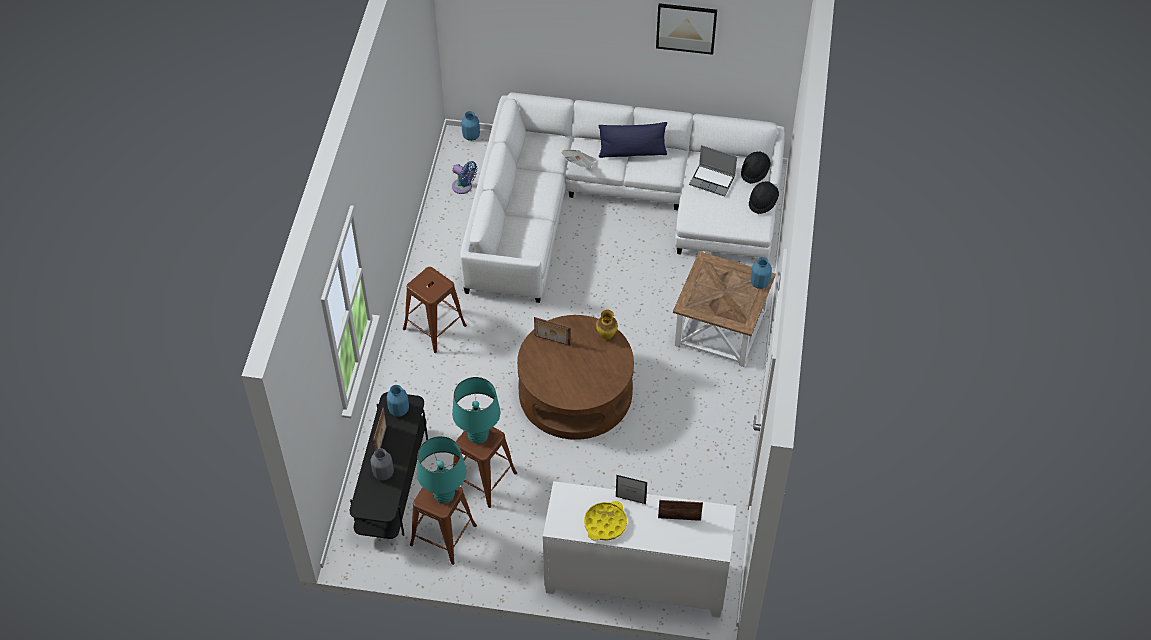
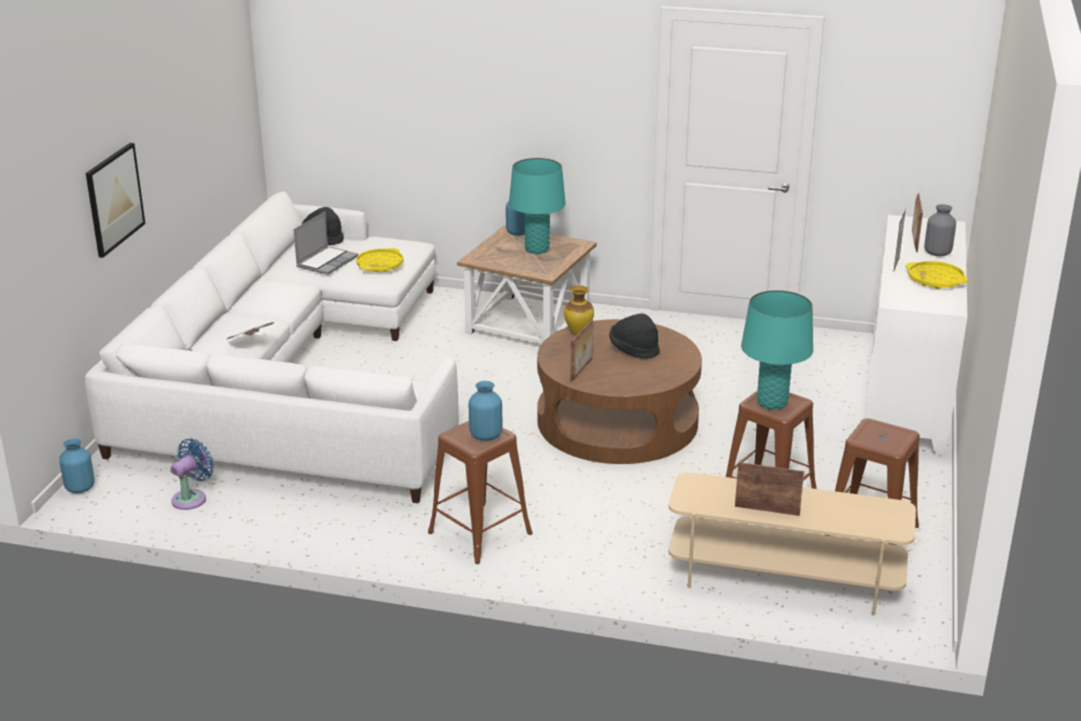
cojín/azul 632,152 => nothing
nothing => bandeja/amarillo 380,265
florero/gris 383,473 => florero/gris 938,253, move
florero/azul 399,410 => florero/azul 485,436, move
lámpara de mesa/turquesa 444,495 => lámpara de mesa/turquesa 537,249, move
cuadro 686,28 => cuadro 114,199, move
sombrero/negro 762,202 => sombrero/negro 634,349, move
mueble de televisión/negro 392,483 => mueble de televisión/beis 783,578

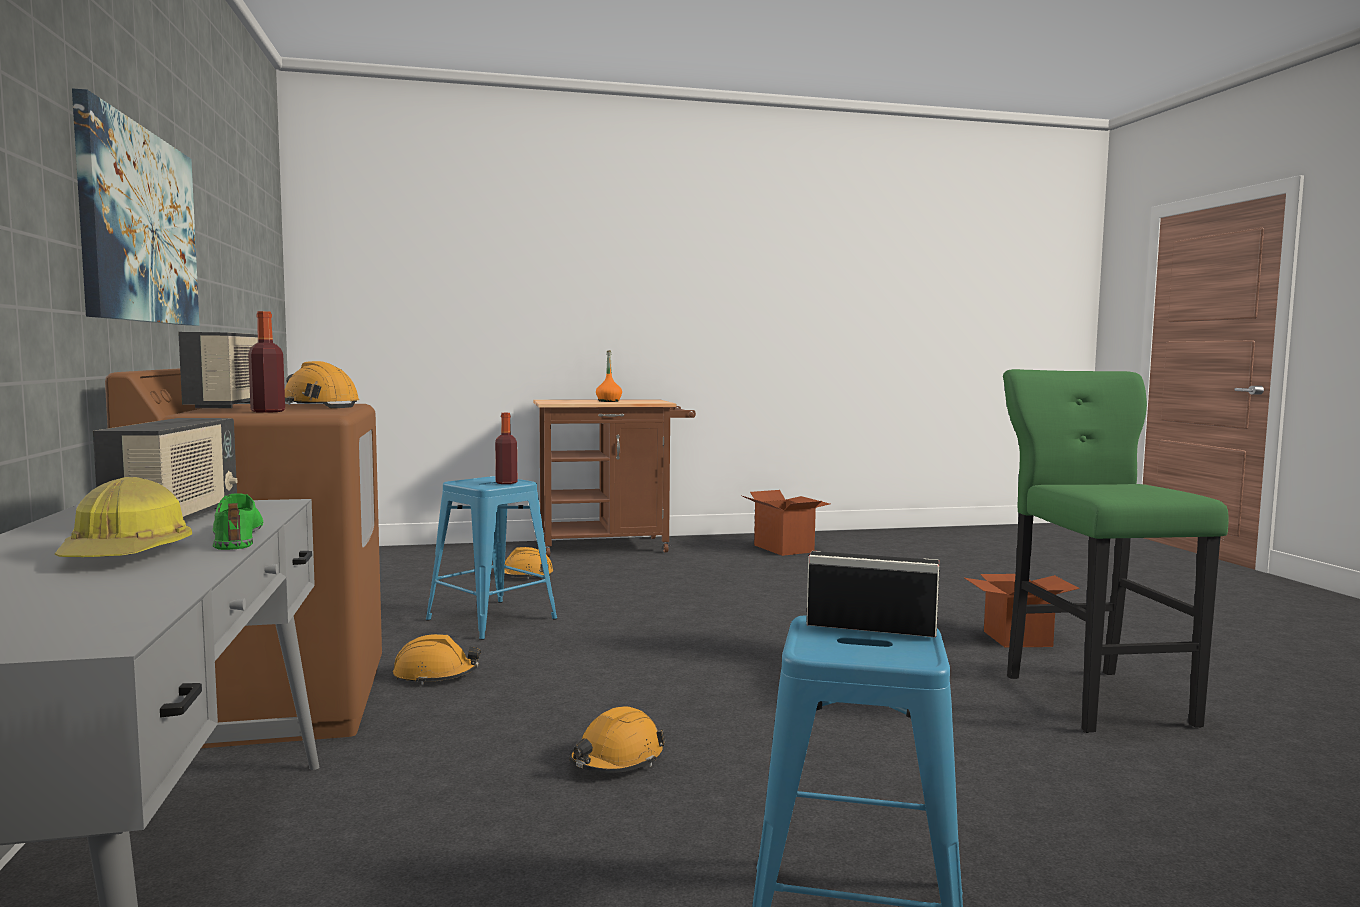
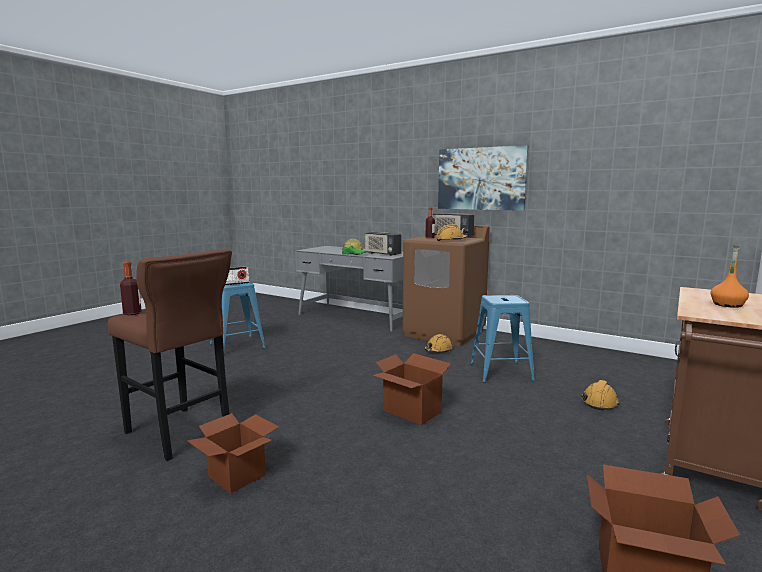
casco/naranja 616,760 => nothing
nothing => caja de cartón 411,412
botella 506,483 => botella 132,313, move
taburete/verde 1093,696 => taburete/marrón 180,434

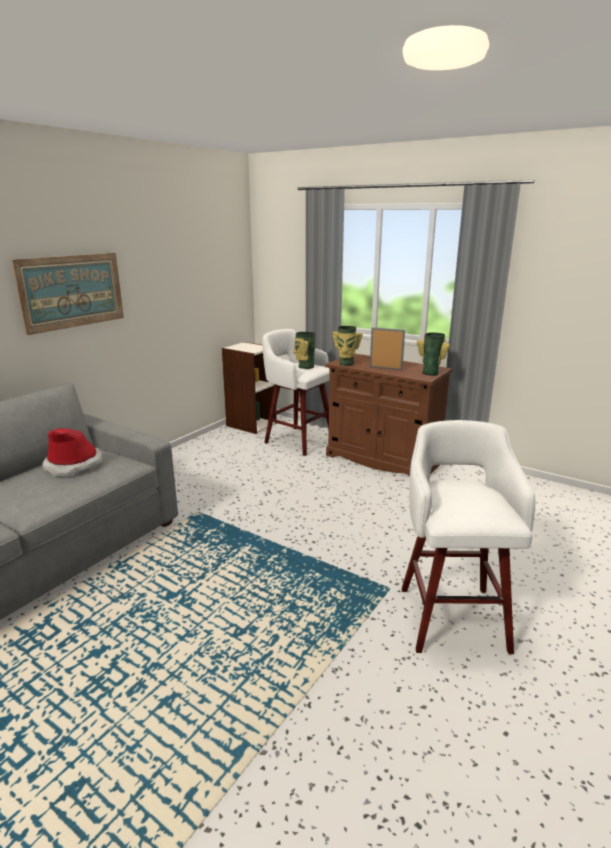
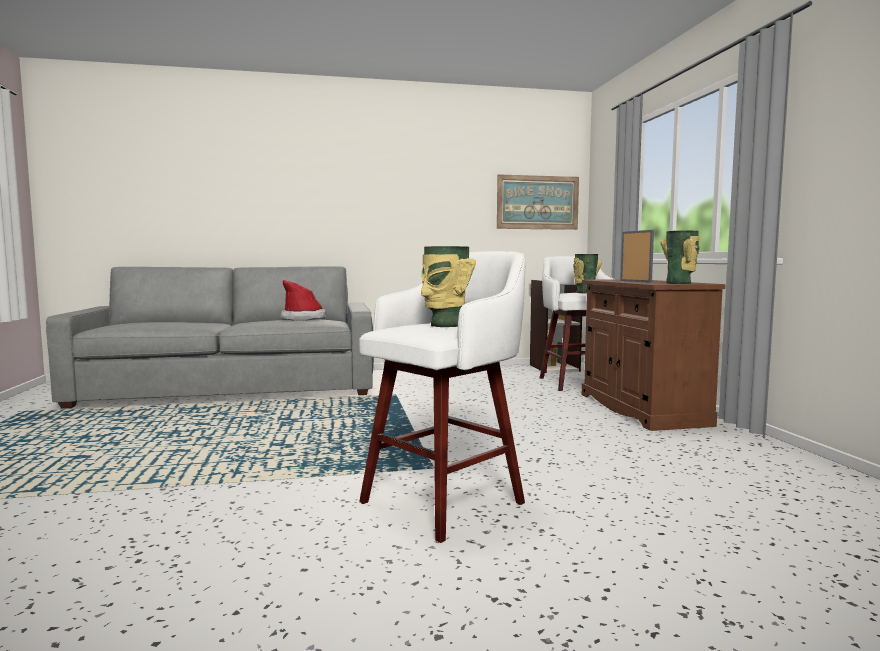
cuadro 72,291 => cuadro 537,202, move
florero 345,364 => florero 445,325, move

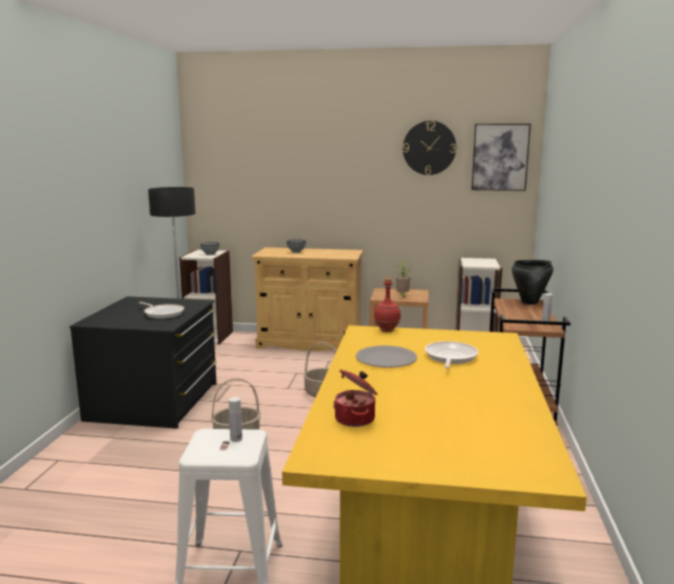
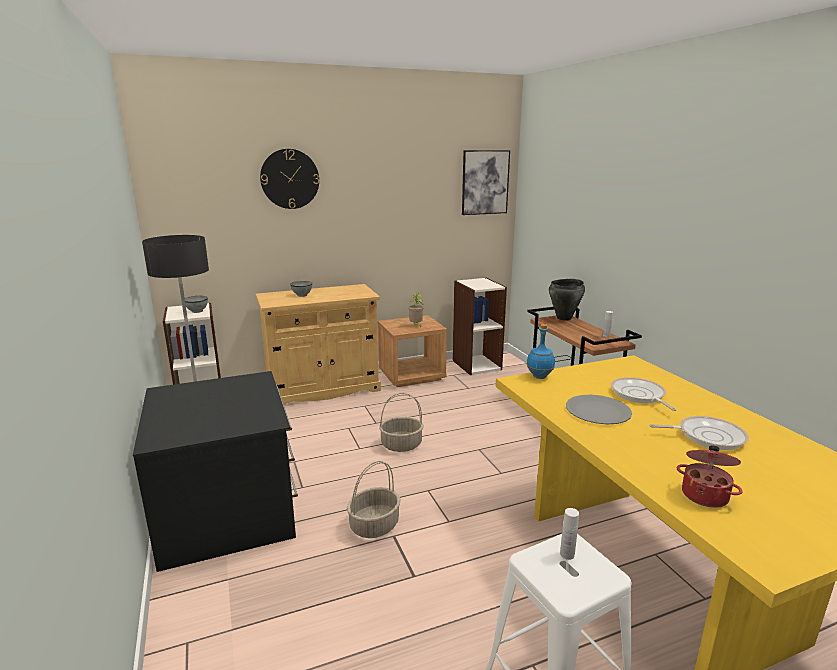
sartén 163,313 => sartén 707,436, move
reloj de pared 429,148 => reloj de pared 290,179, move
botella/rojo 387,330 => botella/azul 540,377

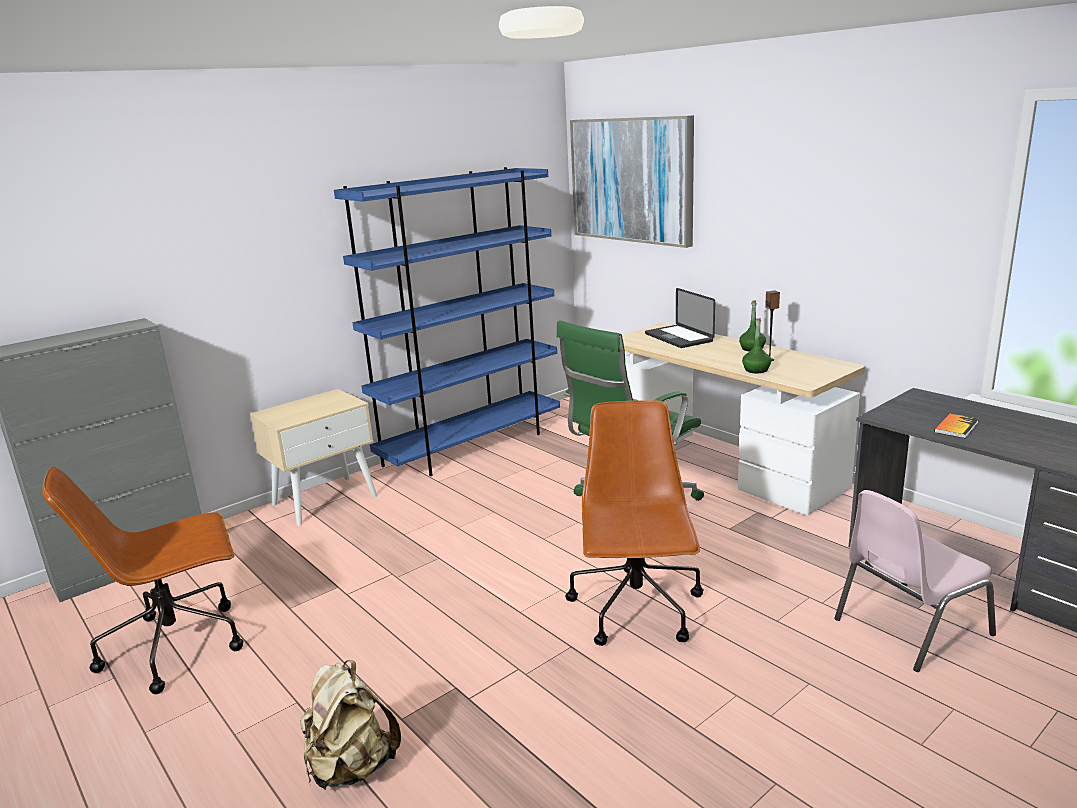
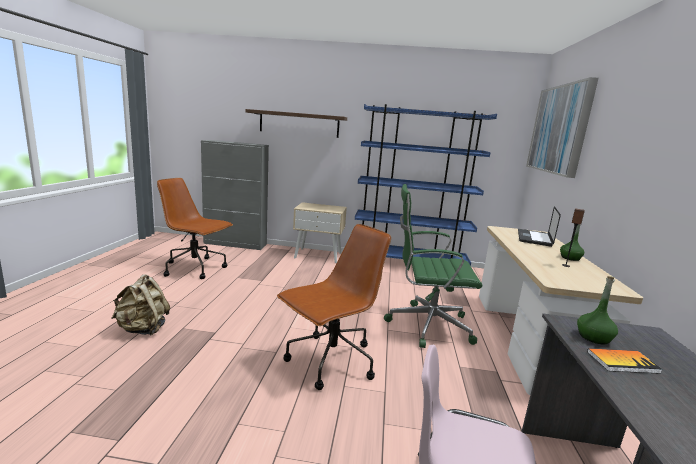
nothing => estante 299,124
botella/verde 756,370 => botella/verde 593,337, move

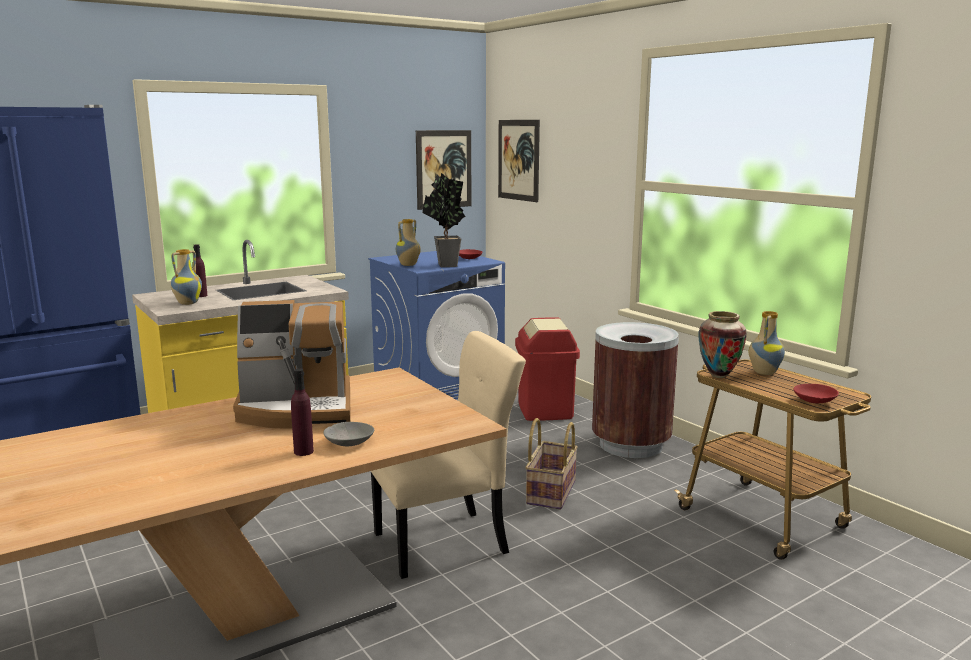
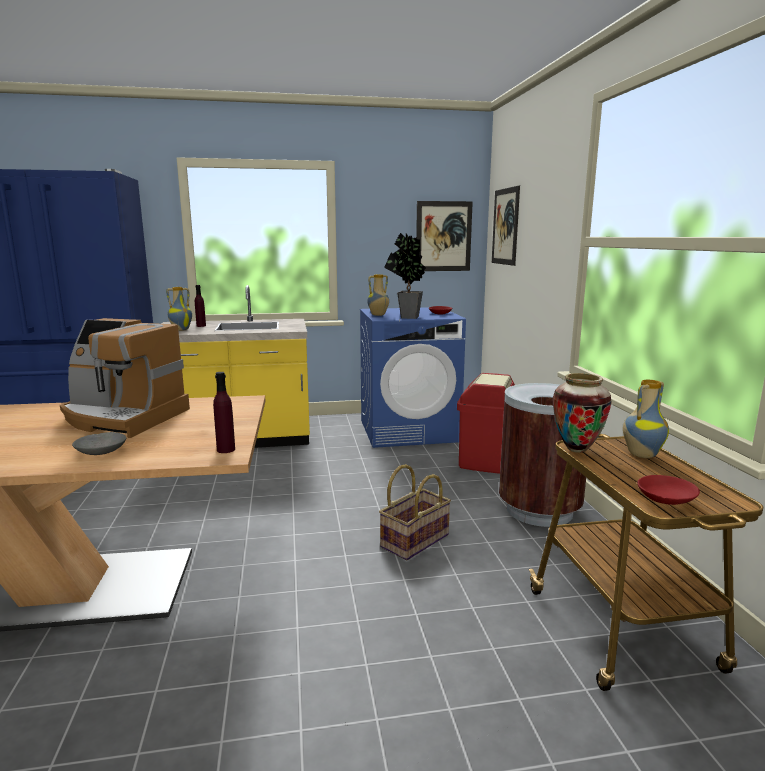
silla/beis 446,542 => nothing
botella/morado 303,451 => botella/morado 226,449, move

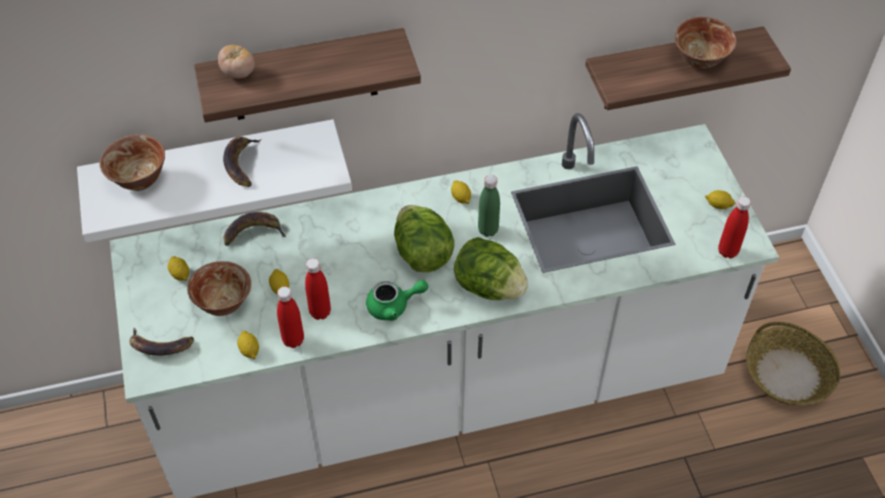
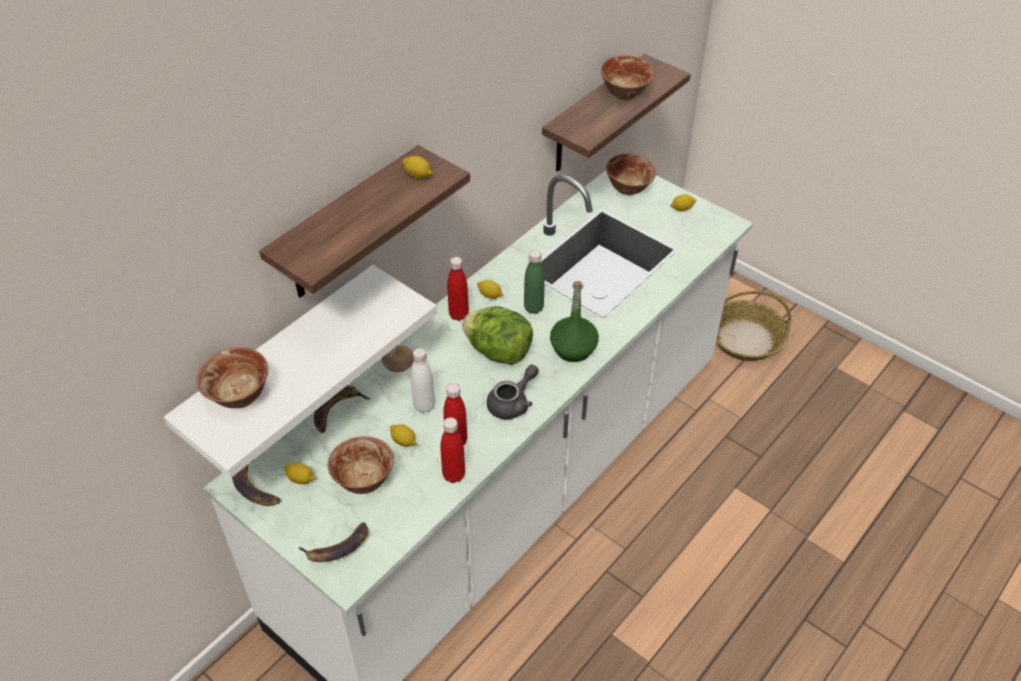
nothing => botella/blanco 424,406
nothing => cuenco 628,188
tomate 238,73 => tomate 398,367, move
plátano 242,164 => plátano 254,487, move
limón 249,350 => limón 417,175, move
botella/rojo 727,251 => botella/rojo 458,315, move
lechuga 488,286 => botella/verde 573,349
tetera/verde 394,306 => tetera/gris 513,403

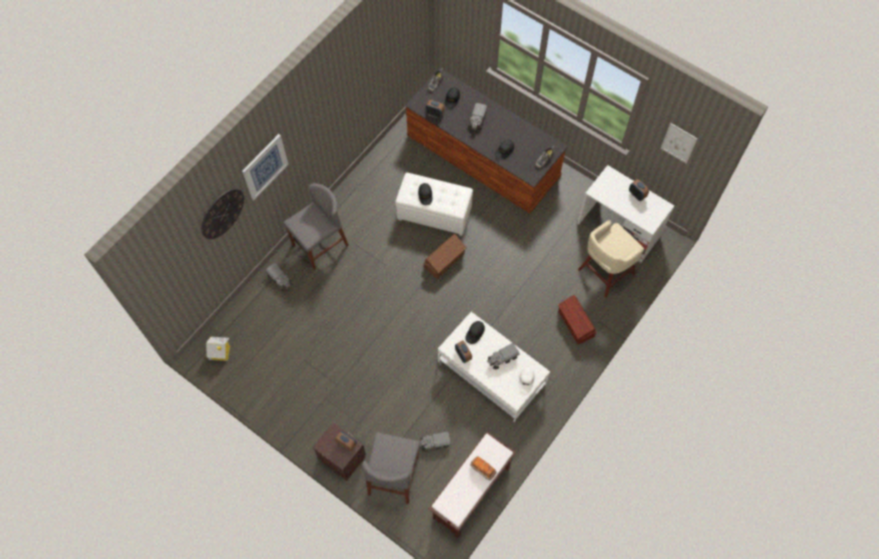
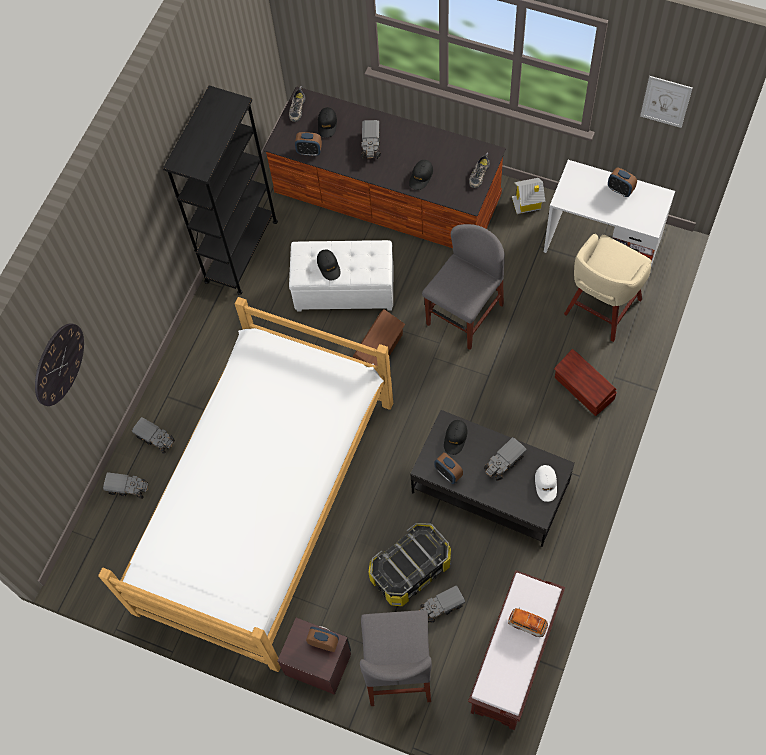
cuadro 265,166 => nothing
nothing => cama 265,505
nothing => camión de juguete 128,488
nothing => estantería/negro 241,251
nothing => caja de almacenaje 411,570
casita 220,353 => casita 528,203, move
silla/gris 320,245 => silla/gris 464,314, move
mesa de centro/blanco 492,373 => mesa de centro/negro 490,488

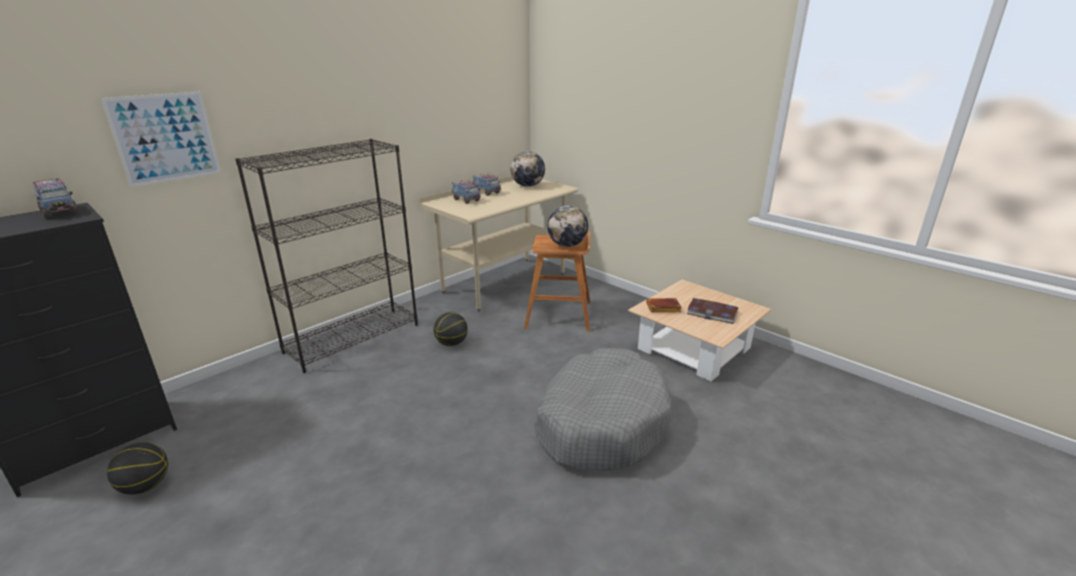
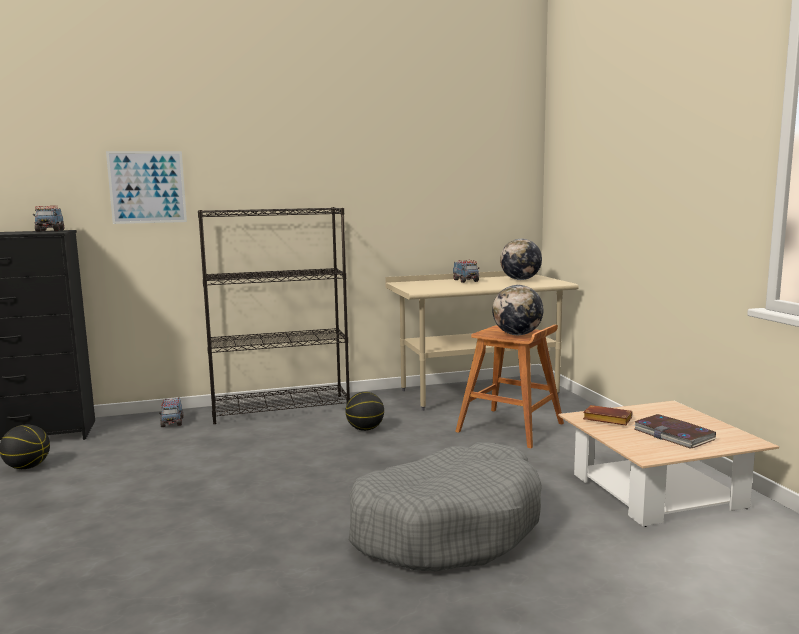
camión de juguete 466,200 => camión de juguete 172,422, move

